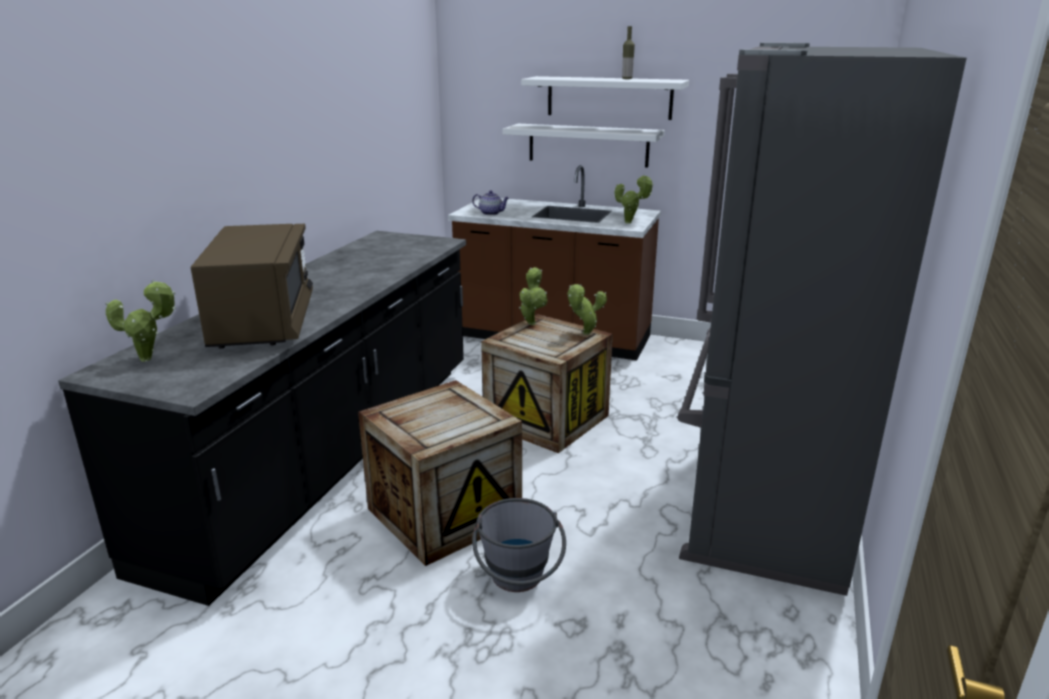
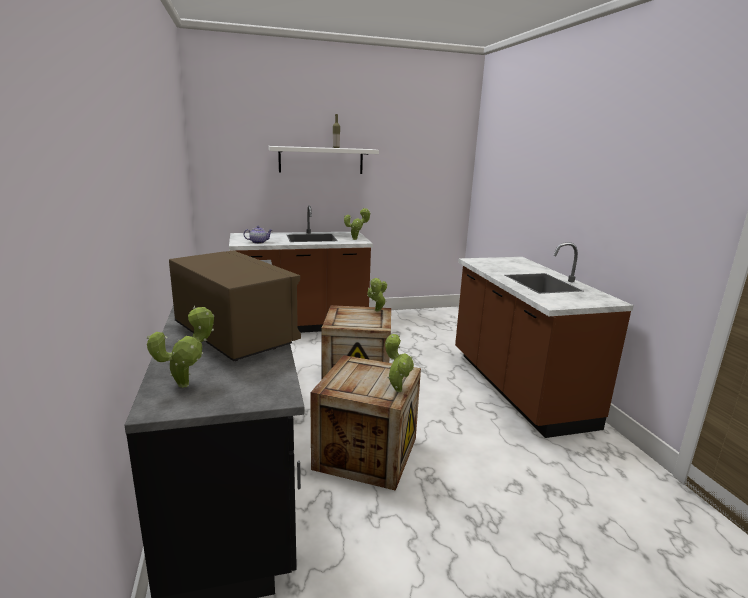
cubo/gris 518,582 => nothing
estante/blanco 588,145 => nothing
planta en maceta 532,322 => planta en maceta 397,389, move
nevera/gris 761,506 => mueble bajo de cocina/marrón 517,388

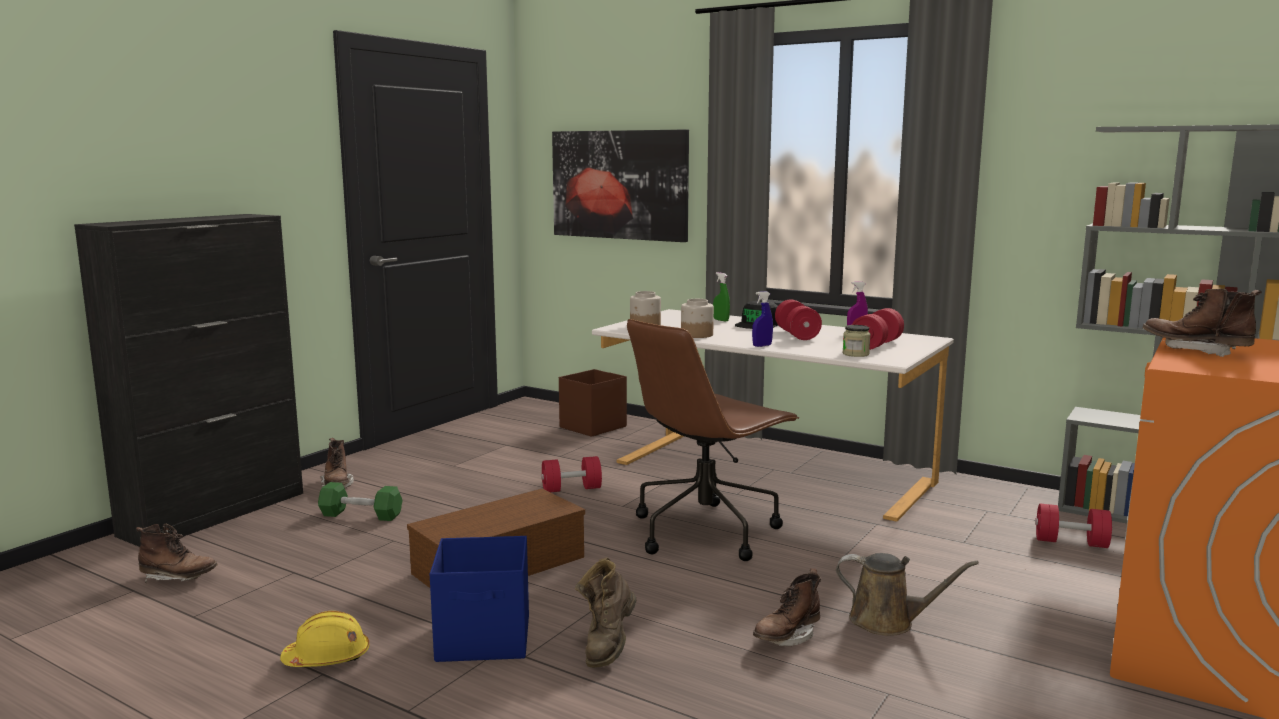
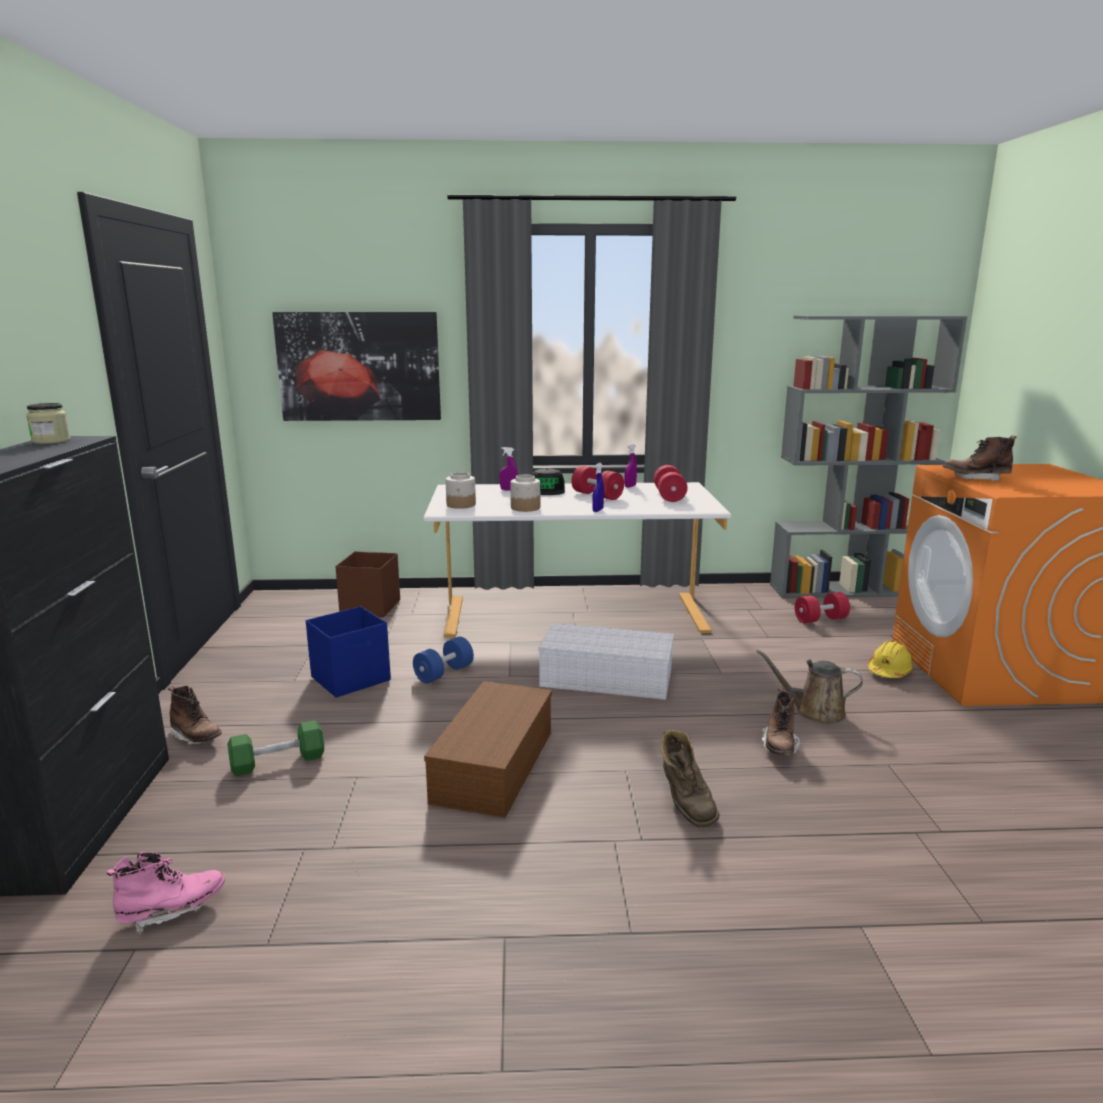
casco/amarillo 327,658 => casco/amarillo 889,671, move
caja de almacenaje/azul 485,639 => caja de almacenaje/azul 352,679, move
tarro 855,354 => tarro 51,441, move
silla de oficina/marrón 706,531 => caja de almacenaje/blanco 604,679
bota/marrón 178,578 => bota/rosa 172,910
mancuerna/rojo 571,489 => mancuerna/azul 444,673
pulverizador/verde 721,320 => pulverizador/morado 508,490
regadera/marrón 888,621 => regadera/marrón 814,711, 150 degrees counterclockwise

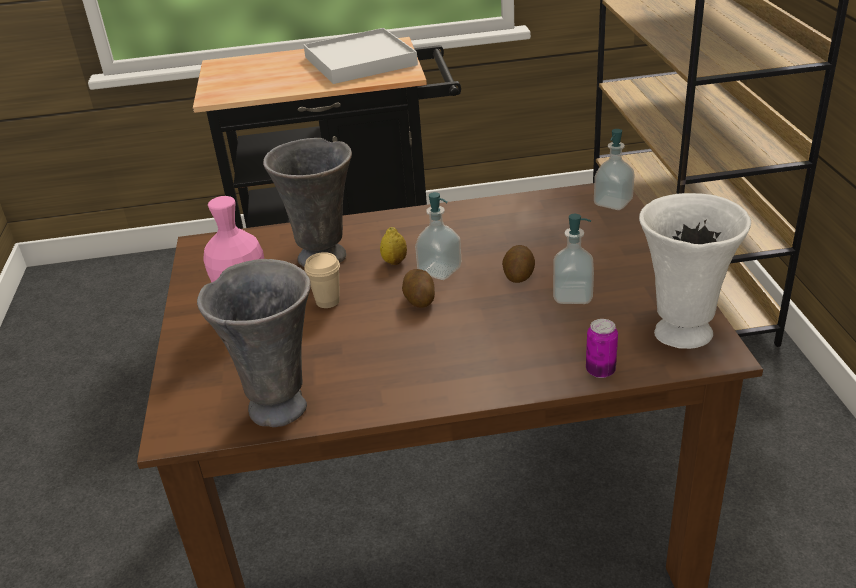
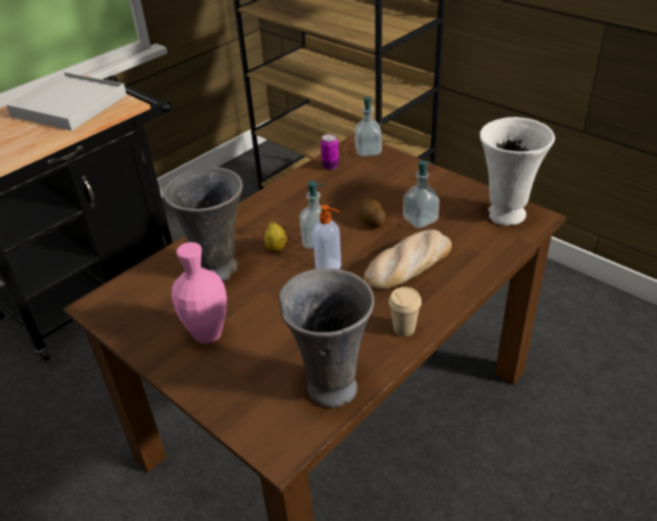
nothing => pan 408,264
taza/beis 327,301 => taza/beis 404,329, move
lata 600,371 => lata 330,166, move
patata 419,299 => dispensador de jabón 329,266

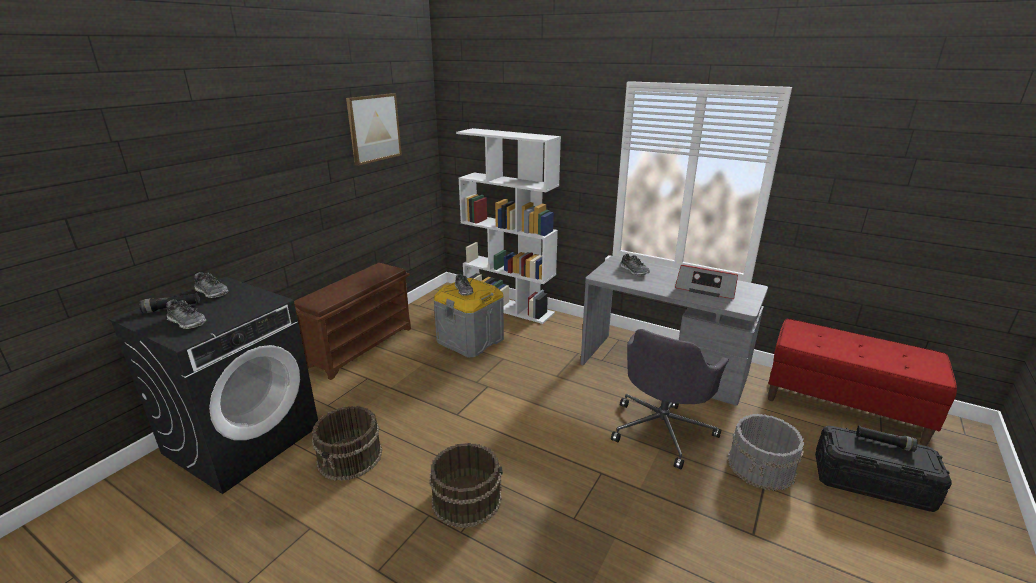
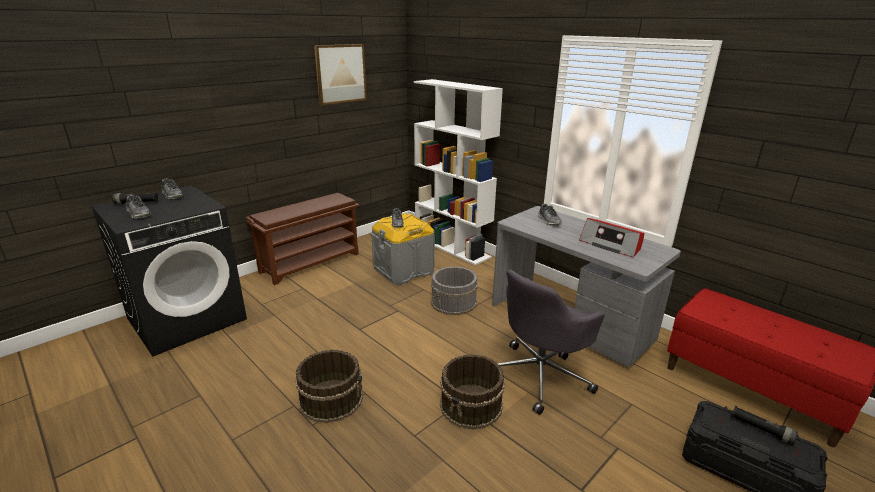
cubo/marrón 350,457 => cubo/marrón 471,405, move
cubo/gris 762,466 => cubo/gris 454,302, move

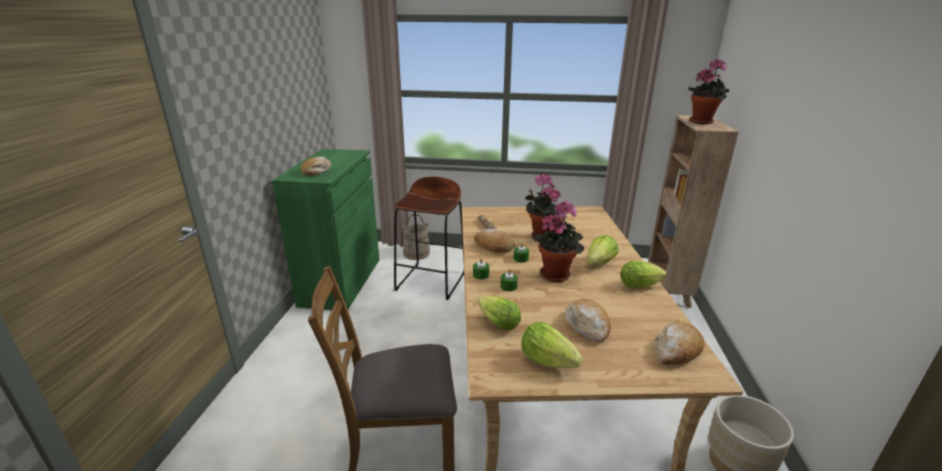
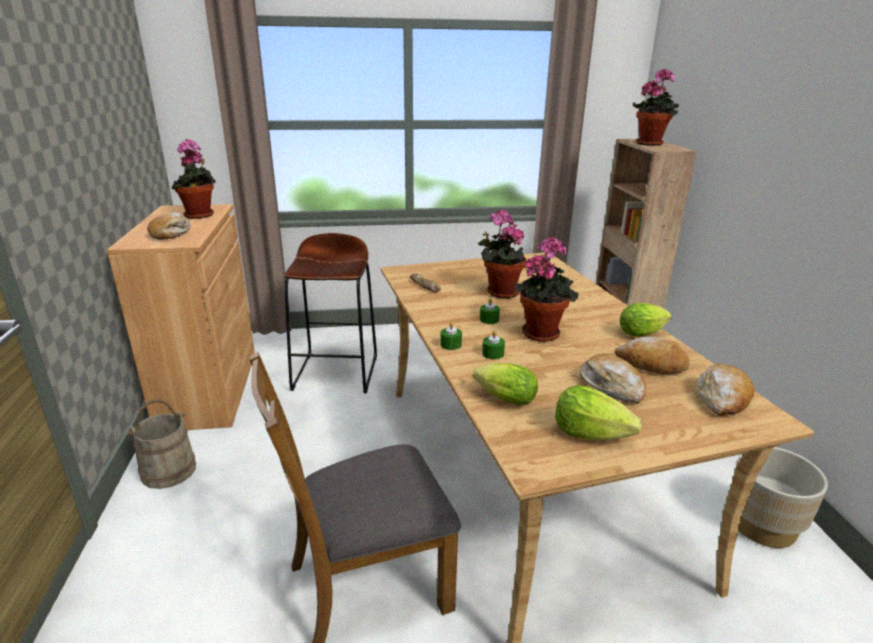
lechuga 599,263 => nothing
nothing => planta en maceta 200,216
cubo/beis 416,253 => cubo/beis 168,470, move
pan 493,246 => pan 651,365, move
armario/verde 341,281 => armario/marrón 209,389

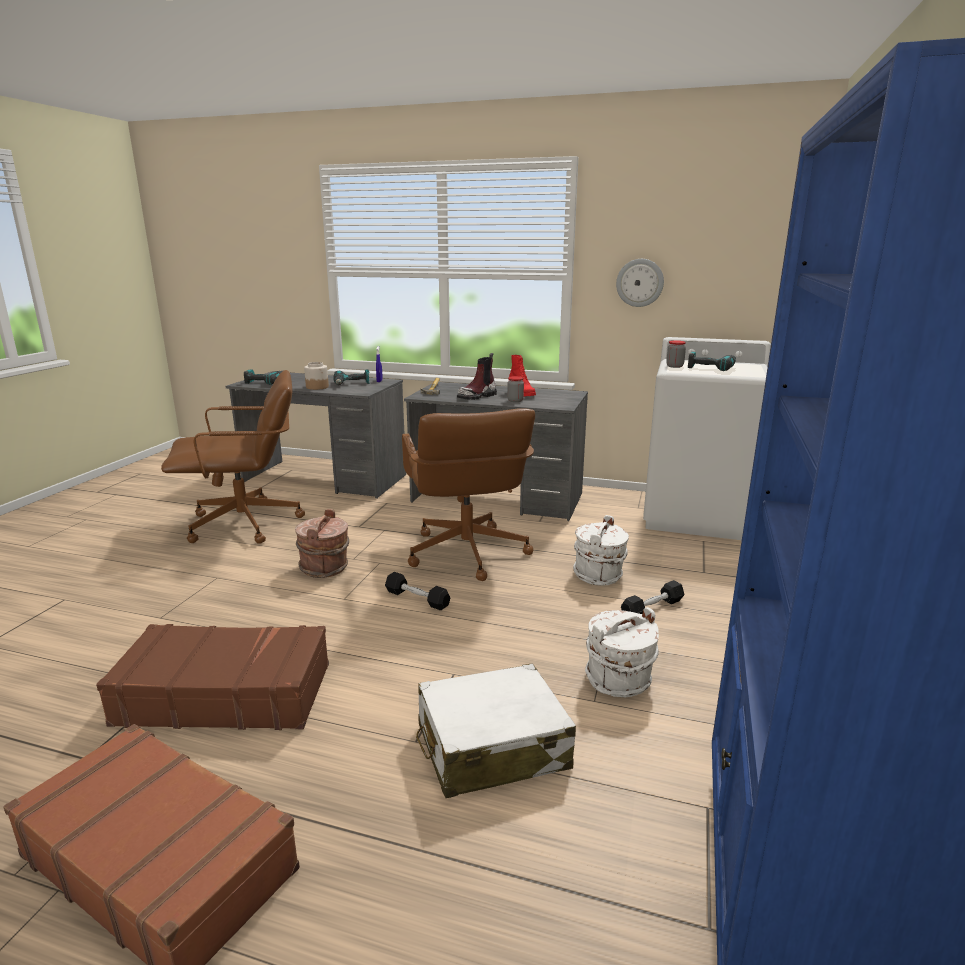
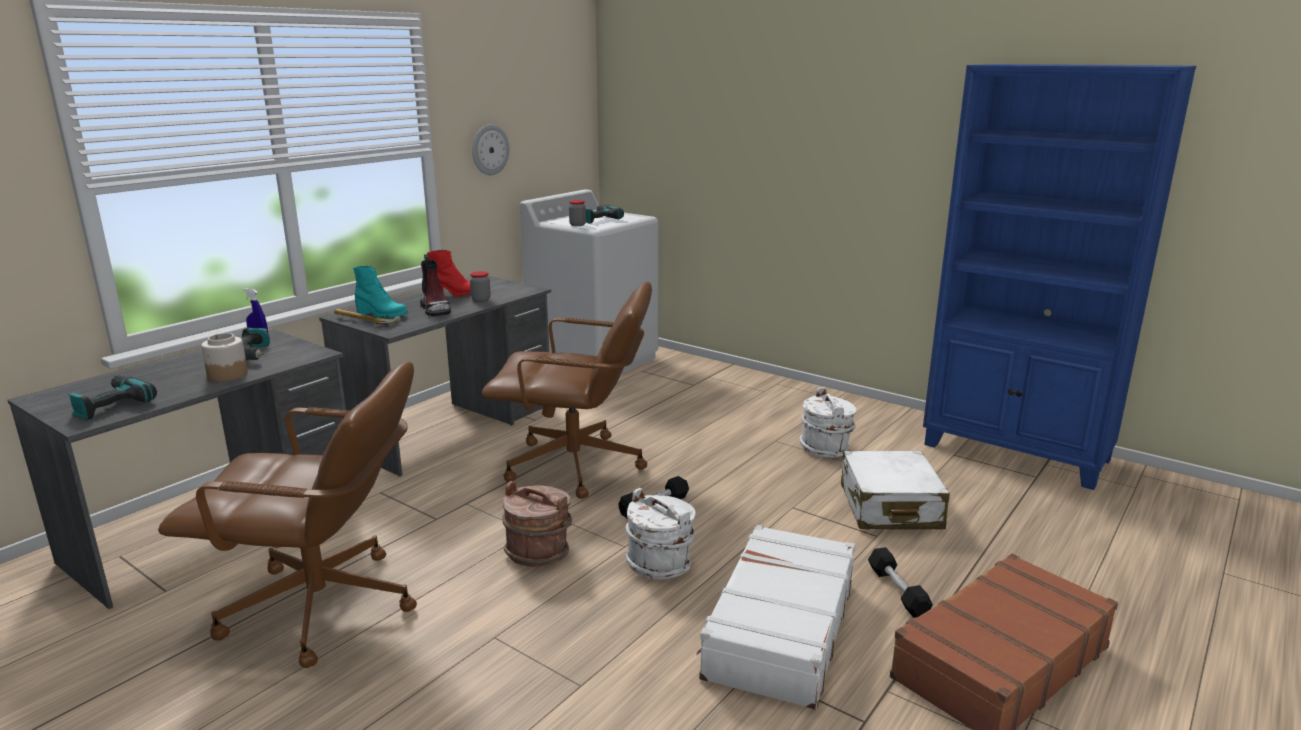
nothing => bota/turquesa 381,315
cubo/blanco 599,575 => cubo/blanco 660,564, move
mancuerna/negro 652,608 => mancuerna/negro 897,591, move
maleta/marrón 225,693 => maleta/blanco 779,629
silla de oficina/marrón 246,524 => silla de oficina/marrón 322,609, 90 degrees clockwise

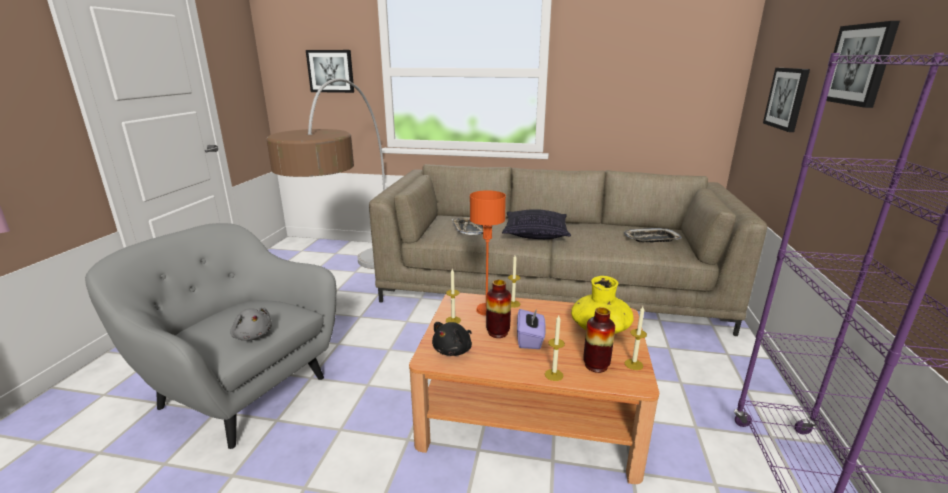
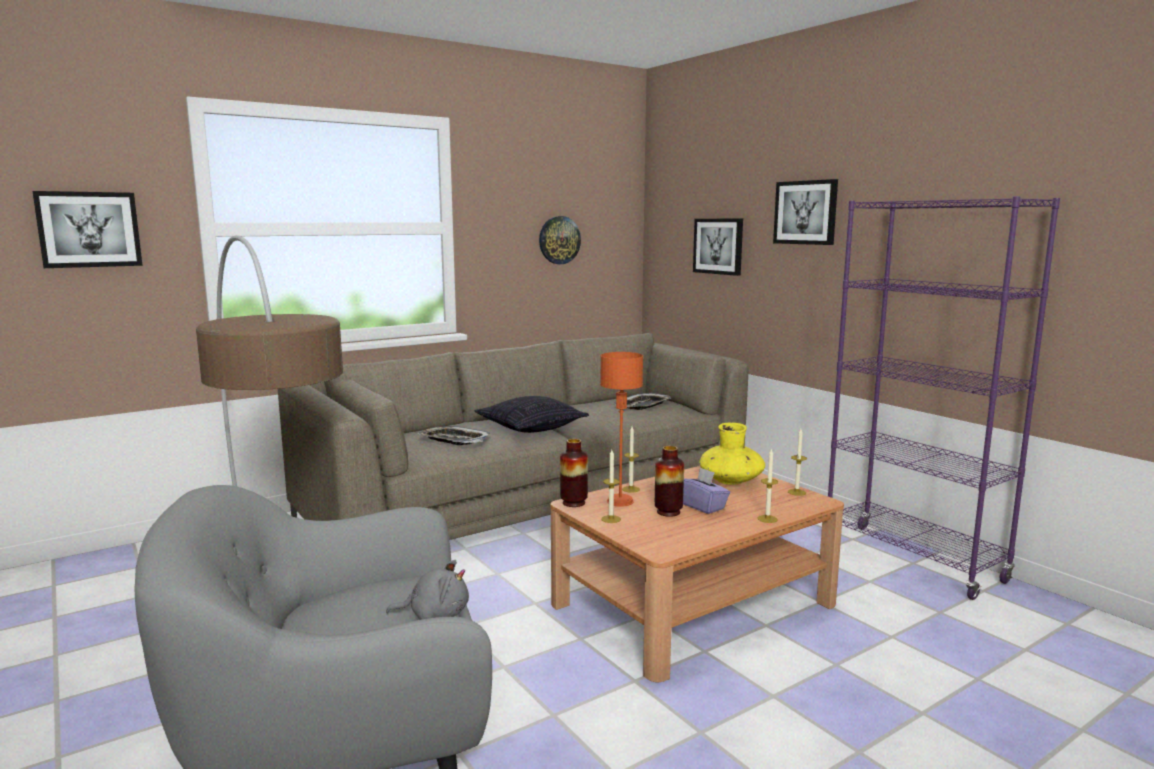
peluche/negro 453,350 => nothing
nothing => reloj de pared 559,240
florero 596,366 => florero 573,503, move

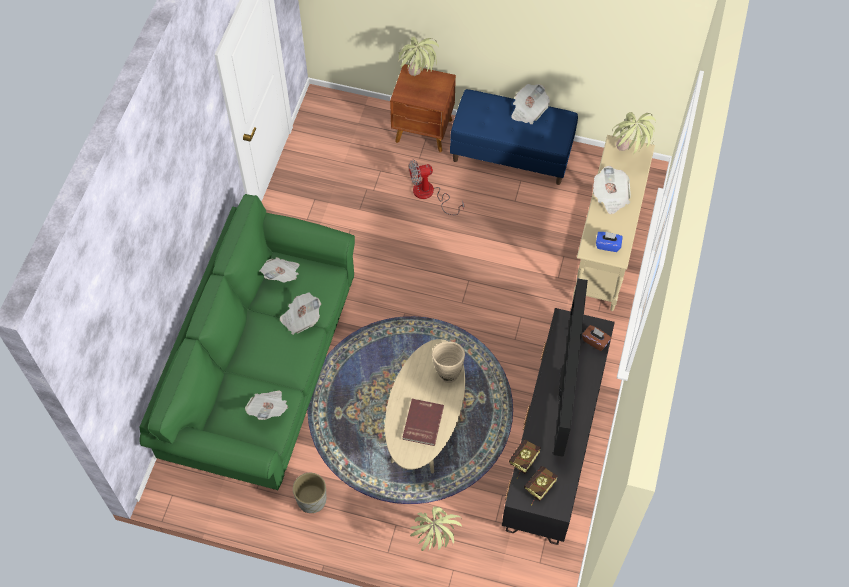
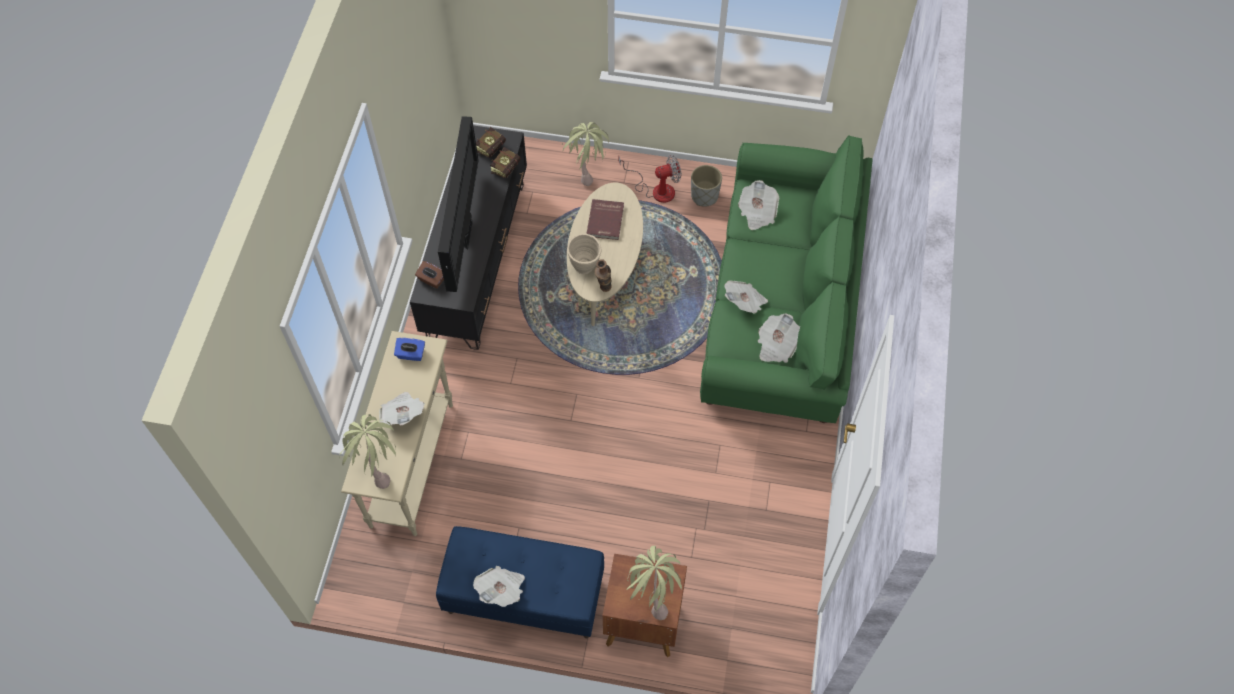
nothing => florero 603,290
ventilador 429,194 => ventilador 656,189, move

